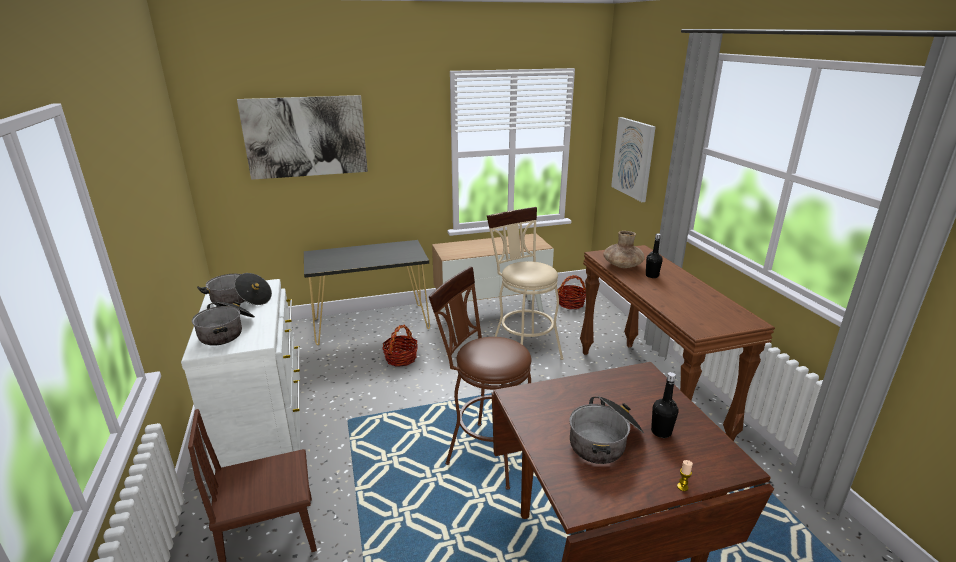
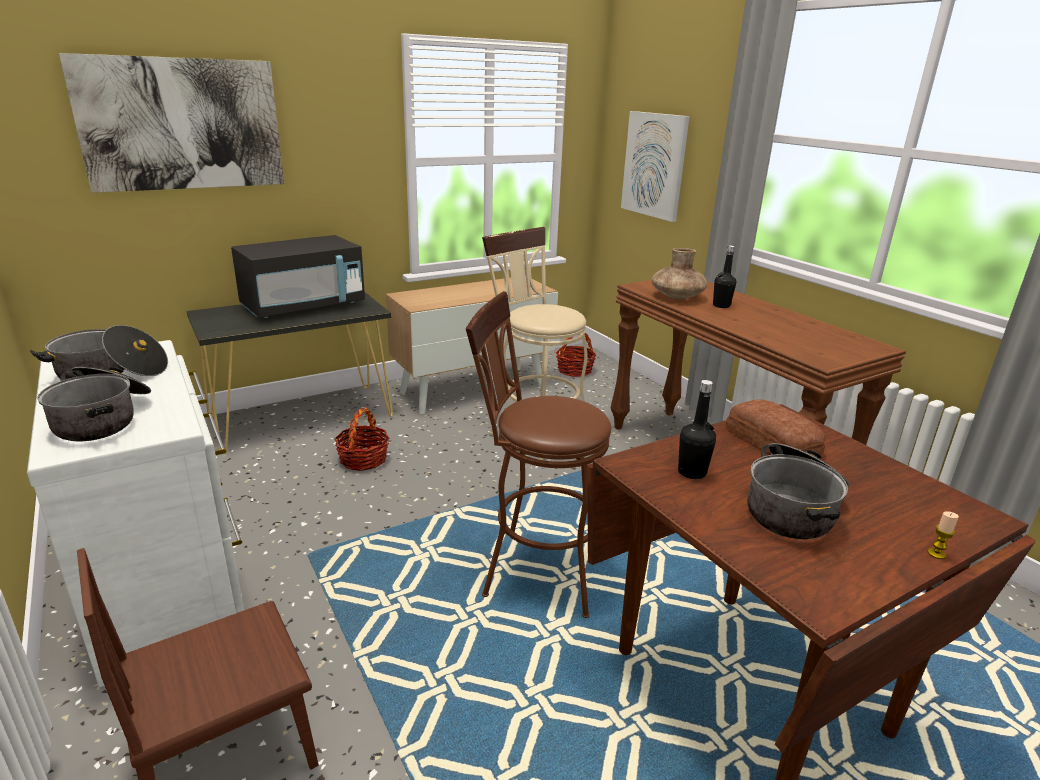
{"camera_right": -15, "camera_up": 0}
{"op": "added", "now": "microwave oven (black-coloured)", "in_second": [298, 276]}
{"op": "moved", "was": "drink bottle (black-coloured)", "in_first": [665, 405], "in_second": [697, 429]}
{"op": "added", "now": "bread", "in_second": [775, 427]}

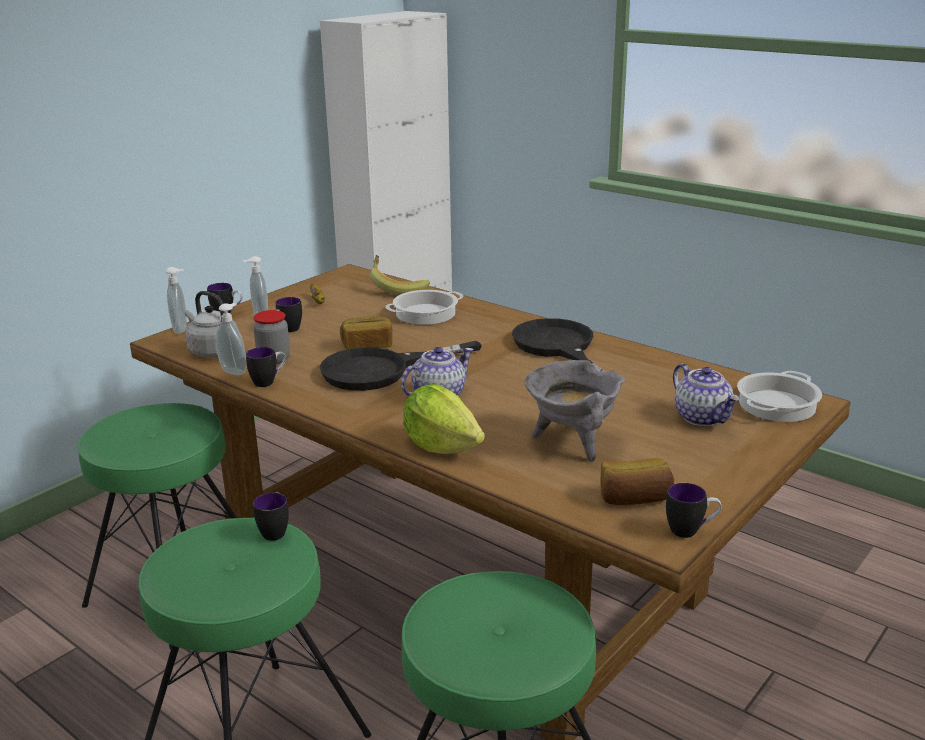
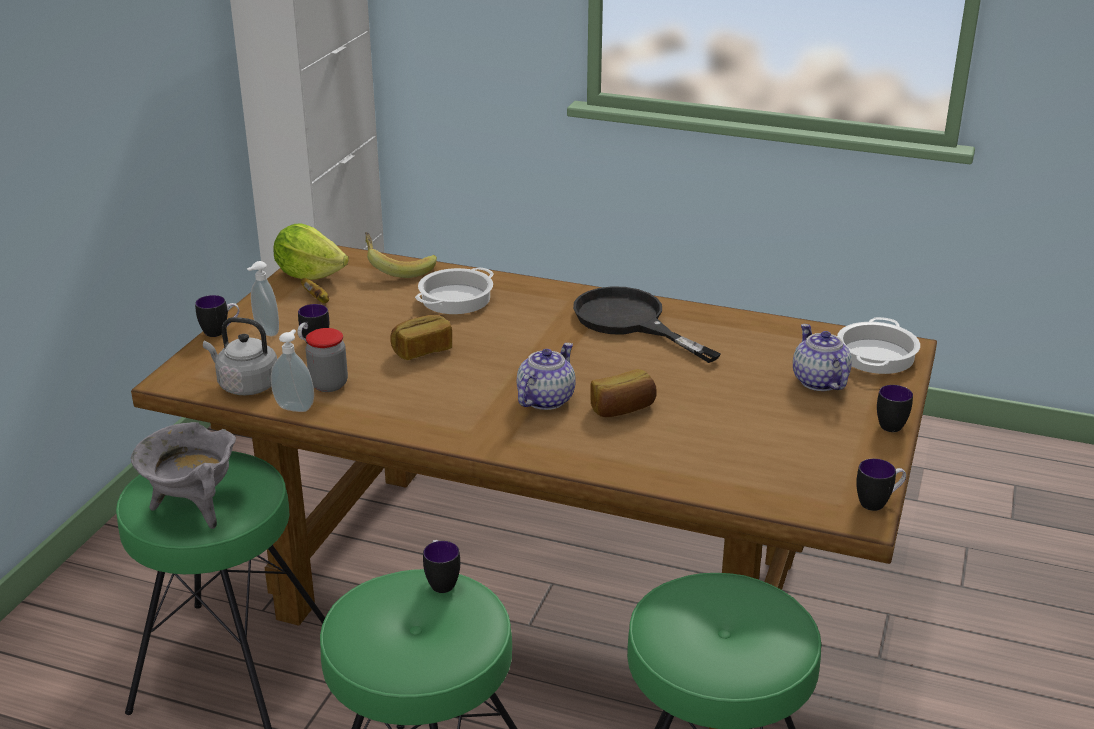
{"camera_right": -20, "camera_up": 5}
{"op": "moved", "was": "cooking pot (greyish)", "in_first": [574, 411], "in_second": [183, 475]}
{"op": "moved", "was": "lettuce head", "in_first": [444, 419], "in_second": [311, 251]}
{"op": "moved", "was": "bread", "in_first": [637, 481], "in_second": [623, 393]}
{"op": "turned", "was": "teapot", "in_first": [706, 394], "in_second": [822, 357], "clockwise": -150}
{"op": "moved", "was": "mug", "in_first": [266, 367], "in_second": [895, 408]}
{"op": "removed", "was": "liquid soap bottle", "in_first": [176, 300]}
{"op": "removed", "was": "skillet (black-coloured)", "in_first": [400, 366]}

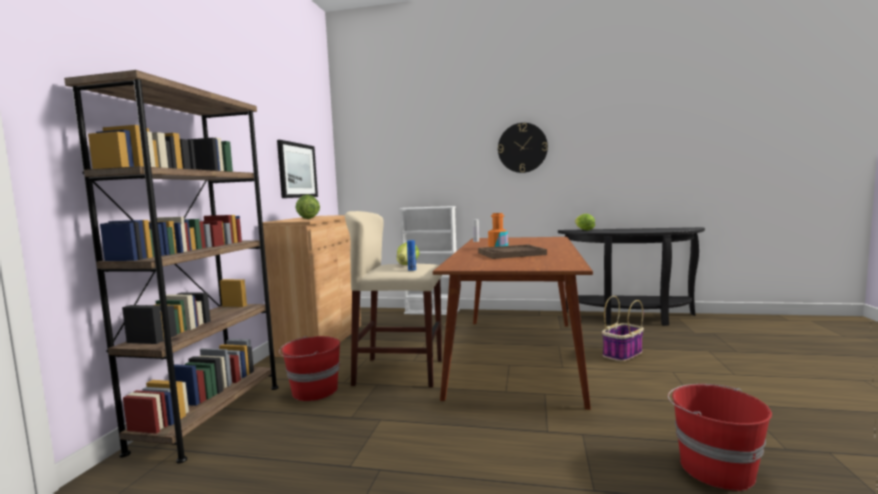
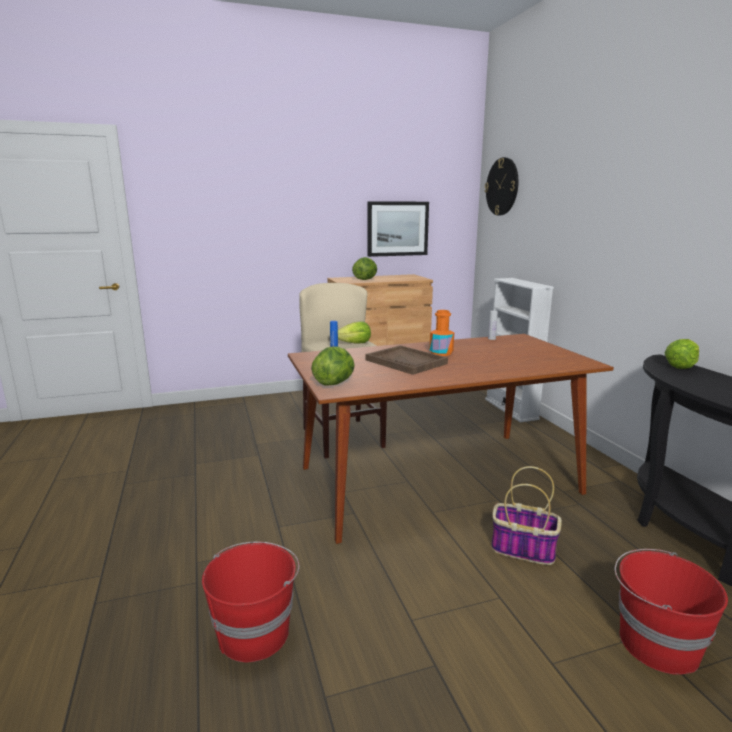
{"camera_right": 60, "camera_up": 10}
{"op": "added", "now": "lettuce head", "in_second": [333, 366]}
{"op": "moved", "was": "clock on the wall", "in_first": [523, 148], "in_second": [501, 186]}
{"op": "moved", "was": "pail (red-coloured)", "in_first": [309, 368], "in_second": [671, 612]}
{"op": "removed", "was": "bookshelf (brownish)", "in_first": [171, 266]}

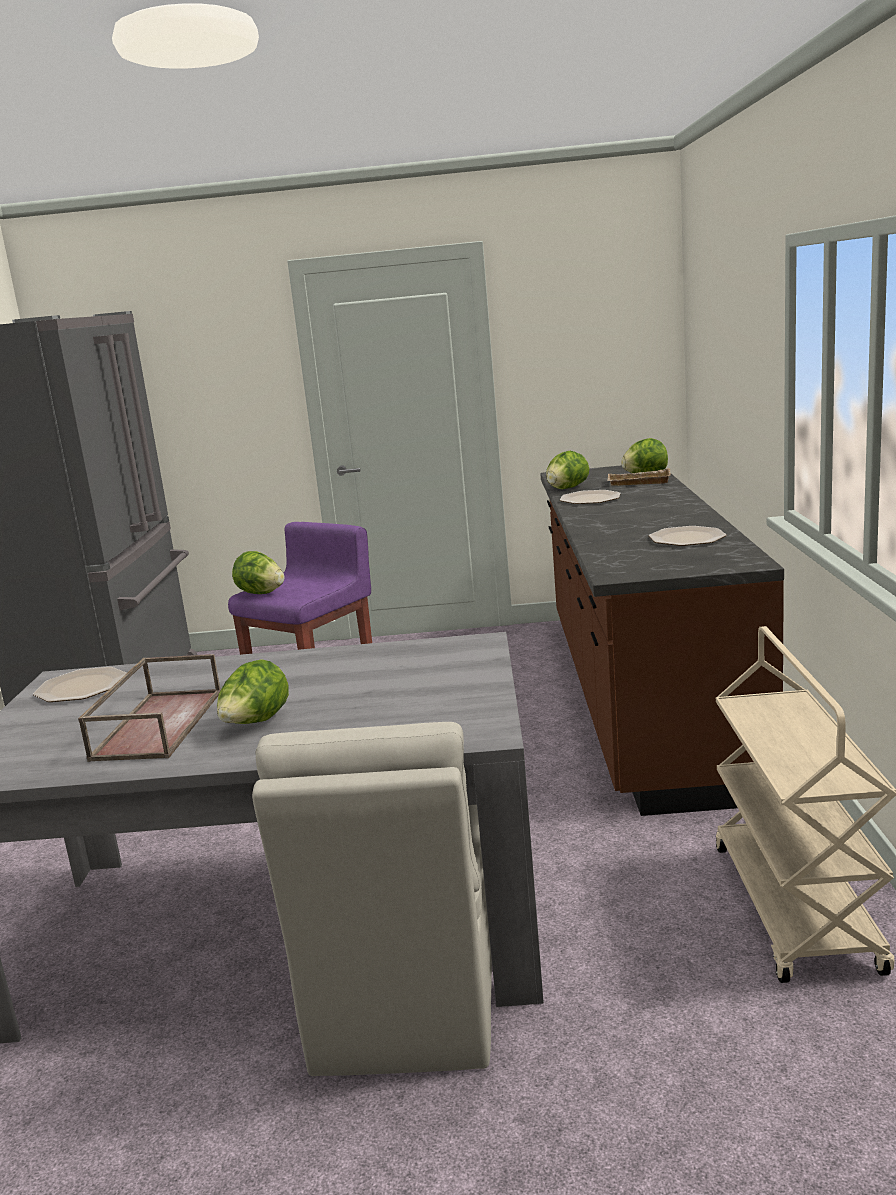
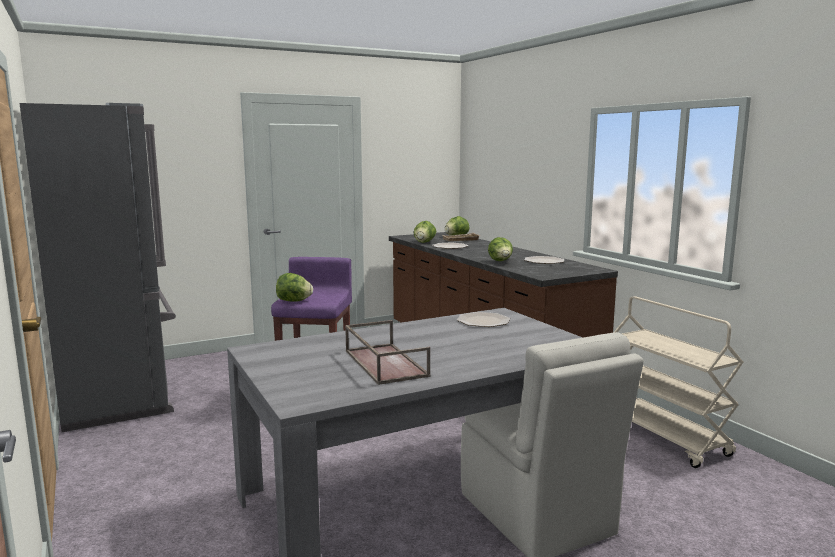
{"camera_right": -30, "camera_up": -5}
{"op": "moved", "was": "dinner plate", "in_first": [80, 684], "in_second": [483, 319]}
{"op": "moved", "was": "lettuce head", "in_first": [253, 691], "in_second": [500, 249]}

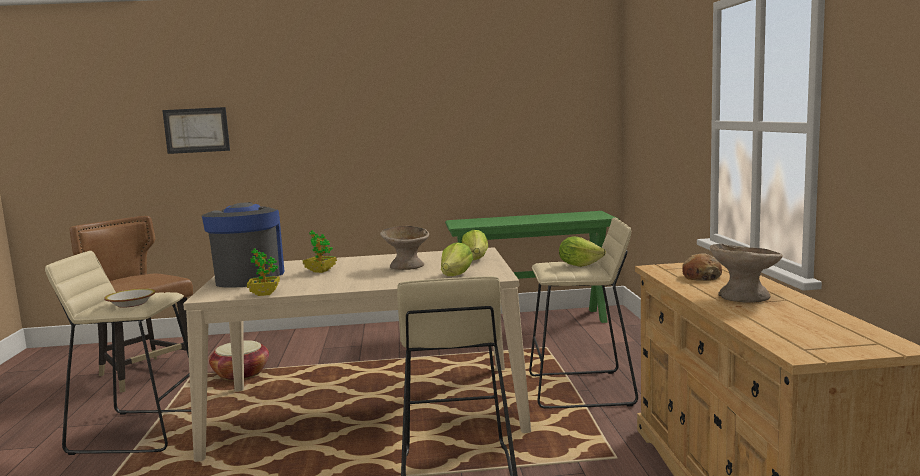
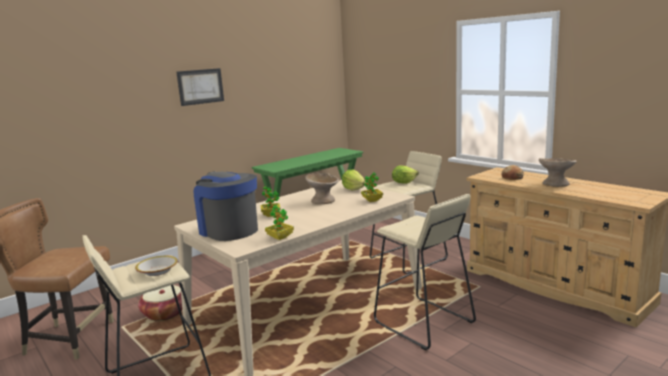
{"camera_right": -35, "camera_up": 5}
{"op": "moved", "was": "picture", "in_first": [196, 130], "in_second": [200, 87]}
{"op": "replaced", "was": "lettuce head", "now": "plant in a pot", "in_first": [457, 259], "in_second": [372, 187]}

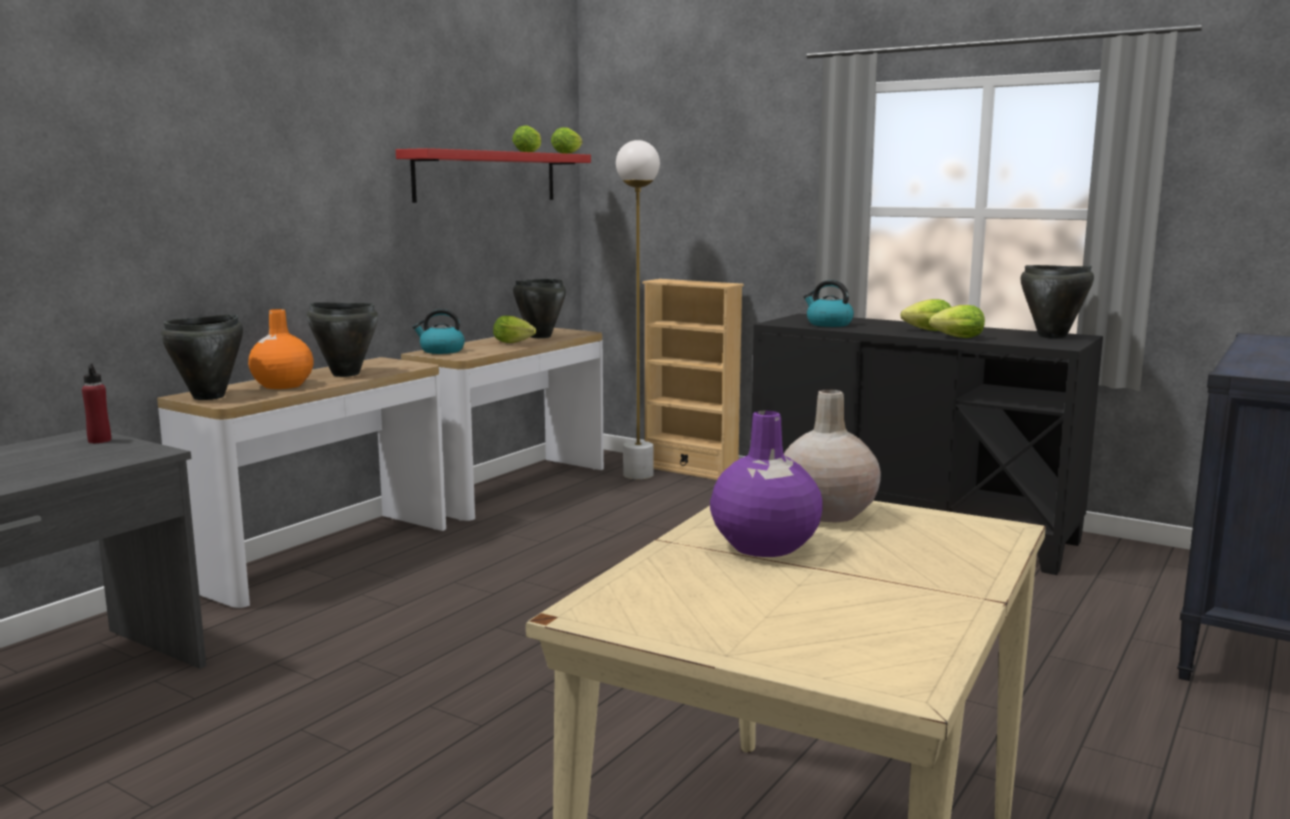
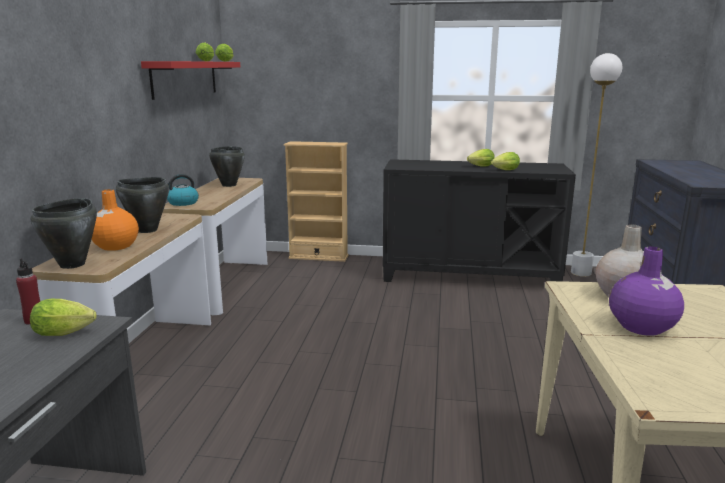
{"camera_right": -25, "camera_up": 5}
{"op": "moved", "was": "lettuce head", "in_first": [514, 329], "in_second": [63, 317]}
{"op": "moved", "was": "standard lamp (white)", "in_first": [638, 310], "in_second": [597, 165]}
{"op": "removed", "was": "kettle", "in_first": [829, 303]}
{"op": "removed", "was": "cooking pot (black-coloured)", "in_first": [1057, 302]}

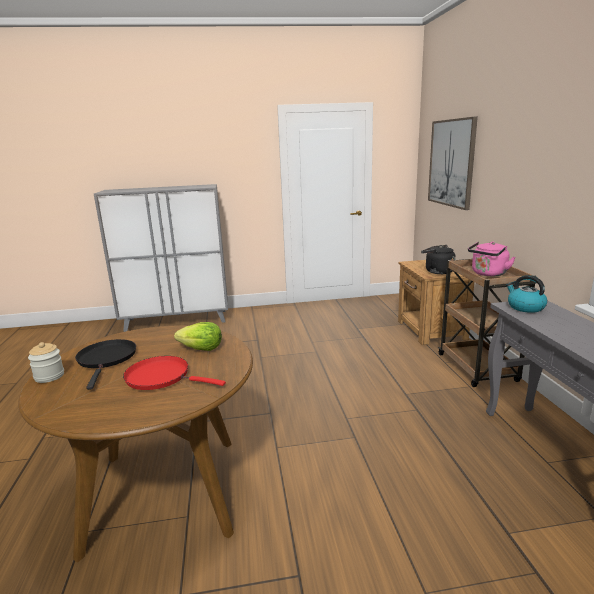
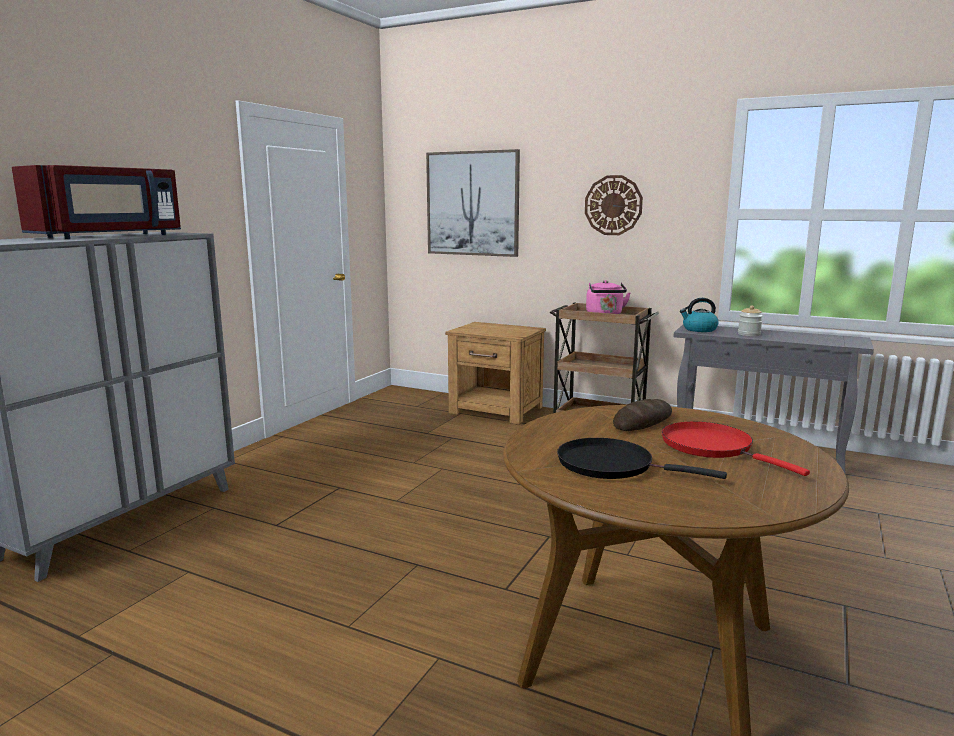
{"camera_right": -55, "camera_up": -5}
{"op": "added", "now": "microwave oven (red-coloured)", "in_second": [96, 202]}
{"op": "added", "now": "clock on the wall", "in_second": [614, 205]}
{"op": "replaced", "was": "lettuce head", "now": "bread", "in_first": [198, 336], "in_second": [642, 415]}
{"op": "turned", "was": "skillet (red-coloured)", "in_first": [174, 373], "in_second": [736, 448], "clockwise": 90}
{"op": "moved", "was": "storage jar", "in_first": [46, 362], "in_second": [750, 320]}
{"op": "removed", "was": "kettle (black-coloured)", "in_first": [438, 259]}

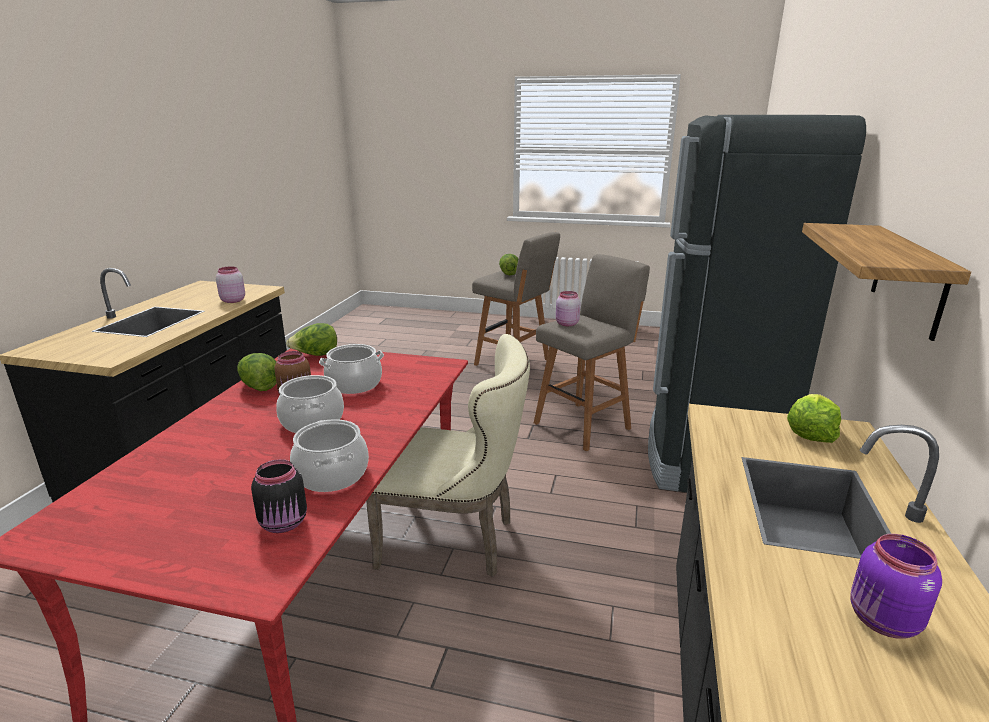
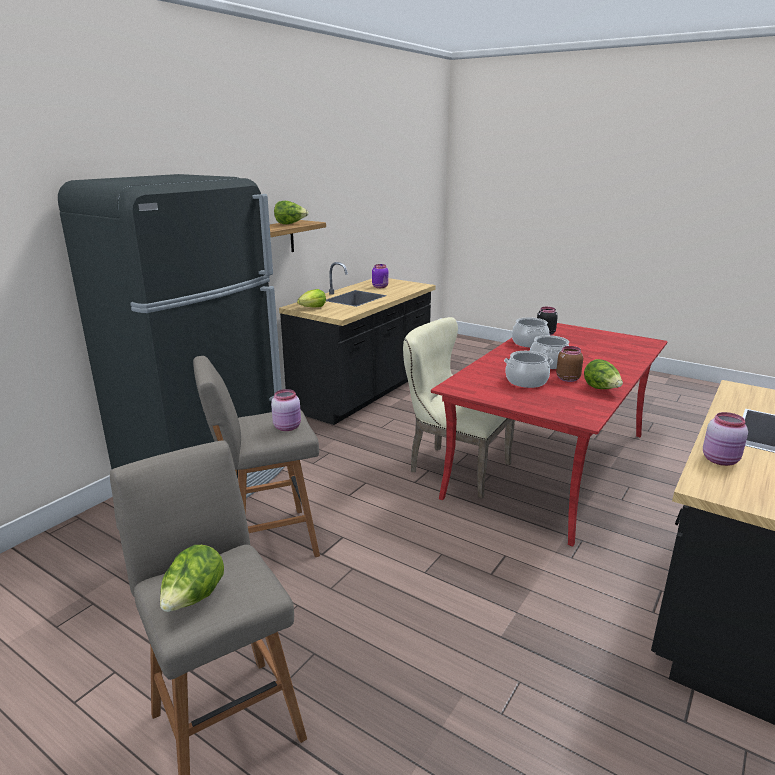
{"camera_right": -160, "camera_up": 0}
{"op": "moved", "was": "lettuce head", "in_first": [311, 339], "in_second": [291, 212]}

